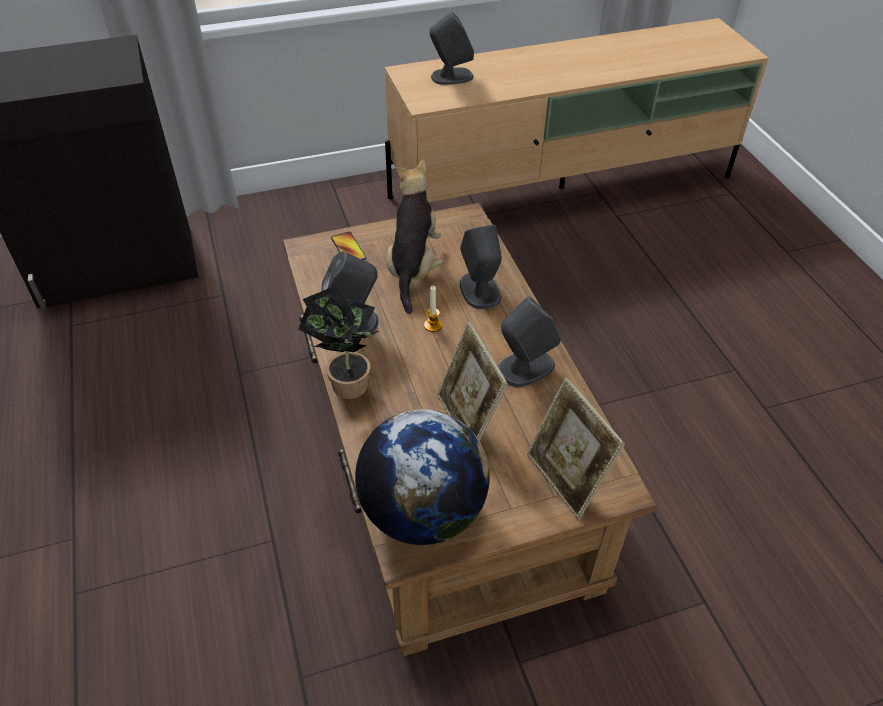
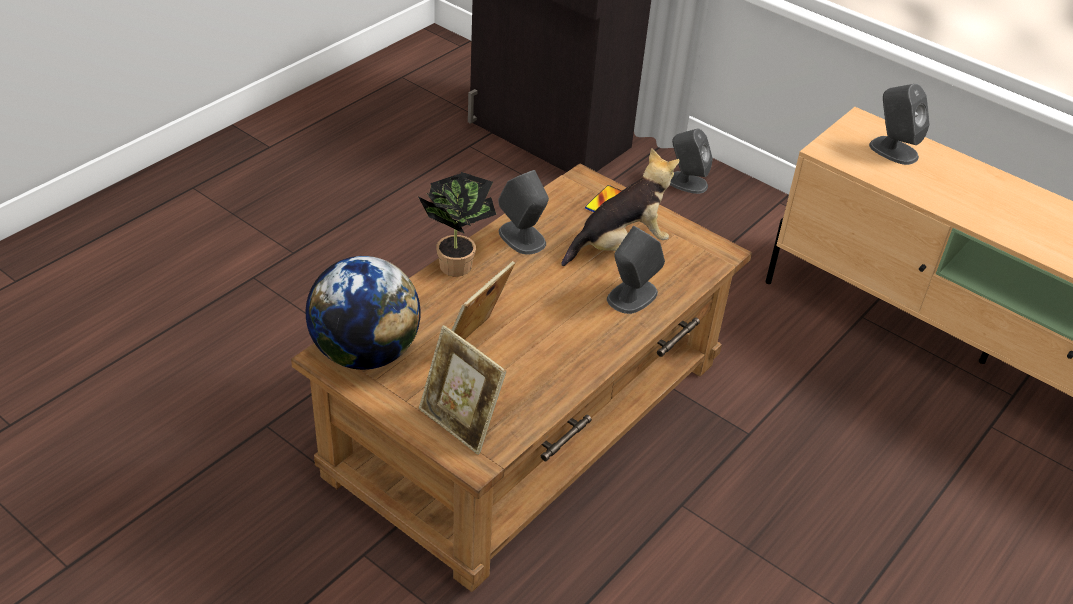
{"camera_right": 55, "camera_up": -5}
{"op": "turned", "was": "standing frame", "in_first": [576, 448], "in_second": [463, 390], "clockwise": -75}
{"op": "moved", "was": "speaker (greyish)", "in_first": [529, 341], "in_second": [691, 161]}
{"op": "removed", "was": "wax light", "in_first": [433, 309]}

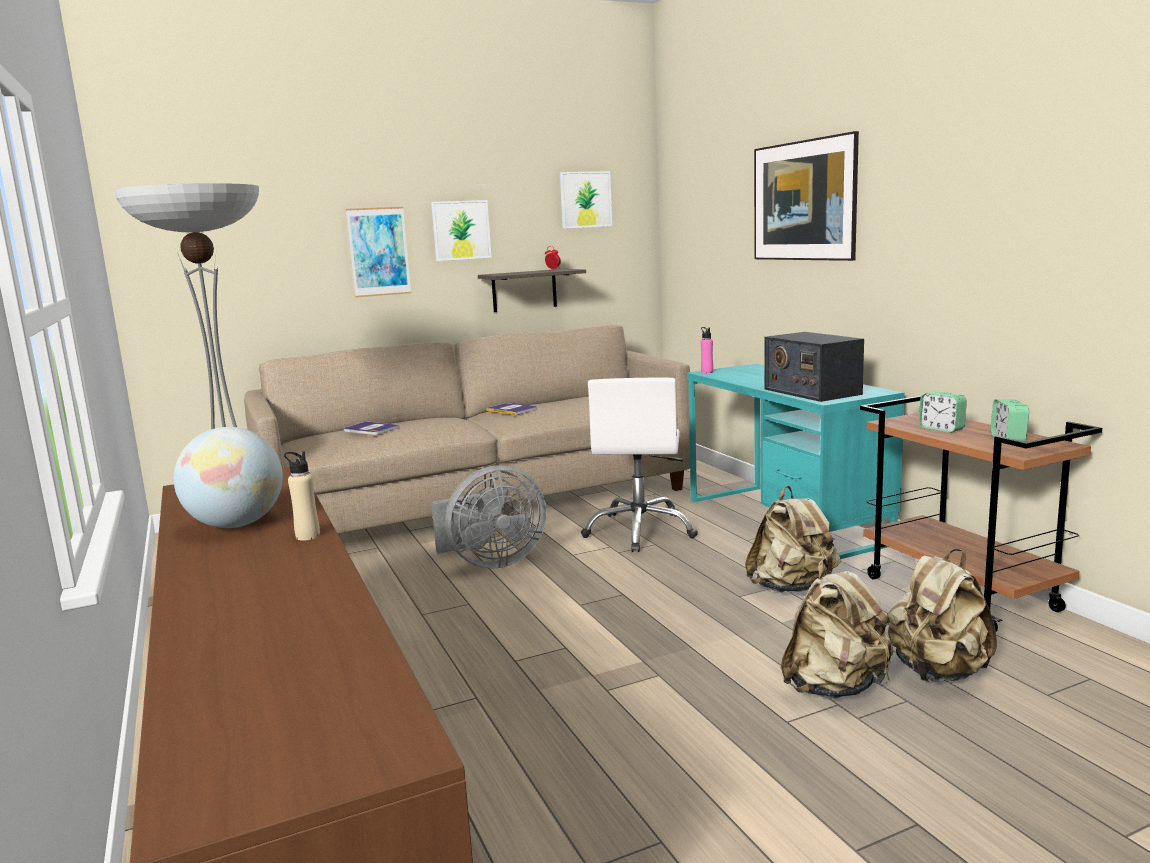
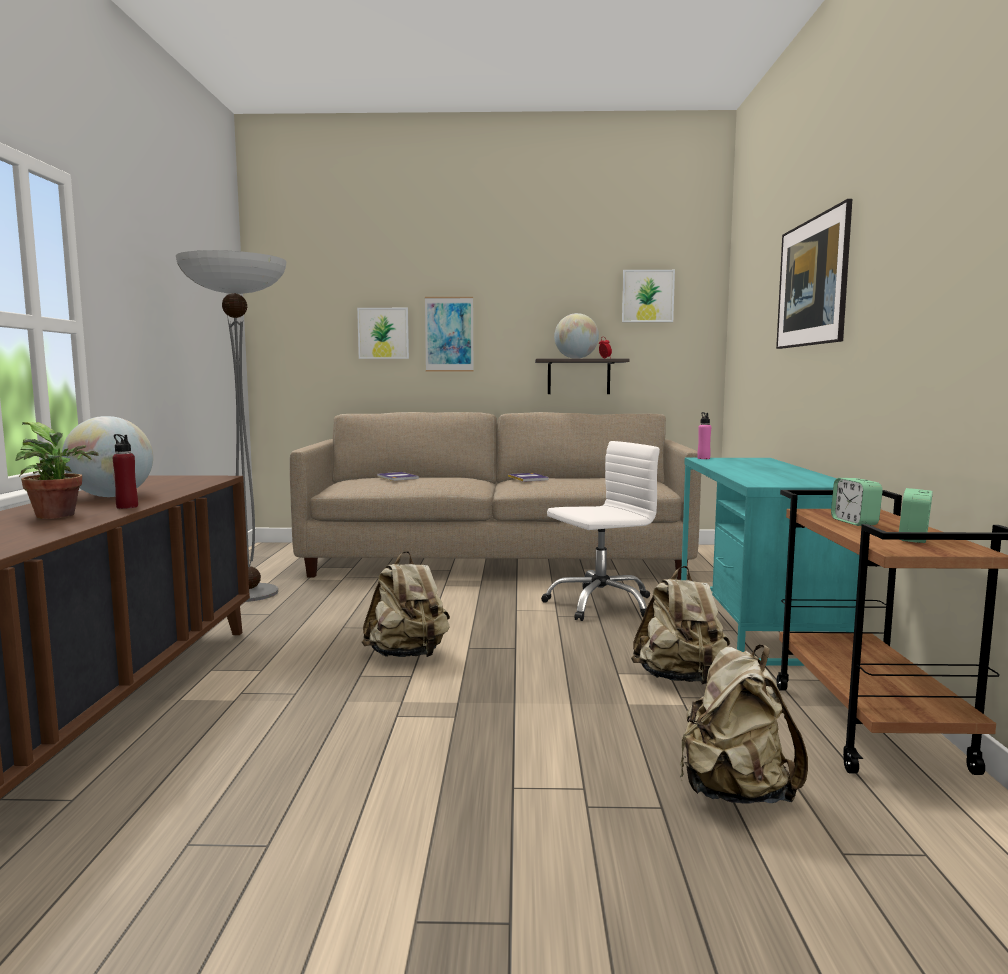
{"camera_right": 25, "camera_up": -5}
{"op": "added", "now": "plant in a pot", "in_second": [57, 470]}
{"op": "recoloured", "was": "drink bottle (beige)", "now": "drink bottle (red-coloured)", "in_first": [302, 496], "in_second": [125, 471]}
{"op": "moved", "was": "picture", "in_first": [461, 230], "in_second": [383, 333]}
{"op": "moved", "was": "rucksack (beige)", "in_first": [837, 628], "in_second": [406, 604]}
{"op": "turned", "was": "desk chair (white)", "in_first": [639, 465], "in_second": [600, 531], "clockwise": -150}
{"op": "added", "now": "desk globe", "in_second": [576, 336]}
{"op": "removed", "was": "fan (greyish)", "in_first": [489, 517]}
{"op": "removed", "was": "radio", "in_first": [814, 367]}

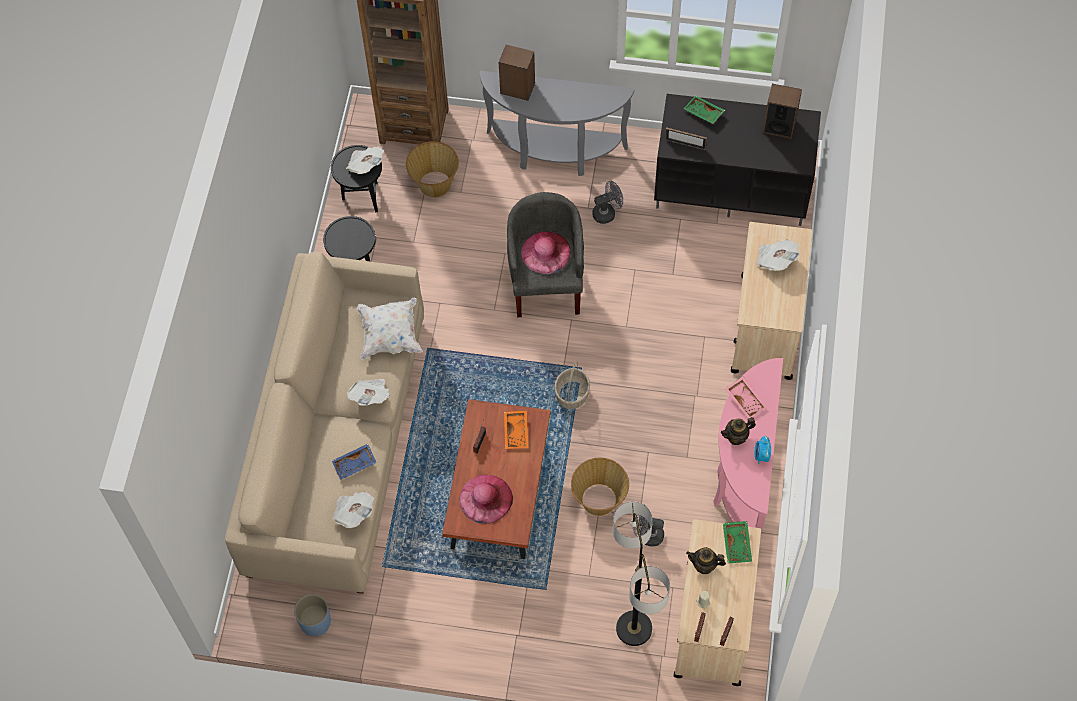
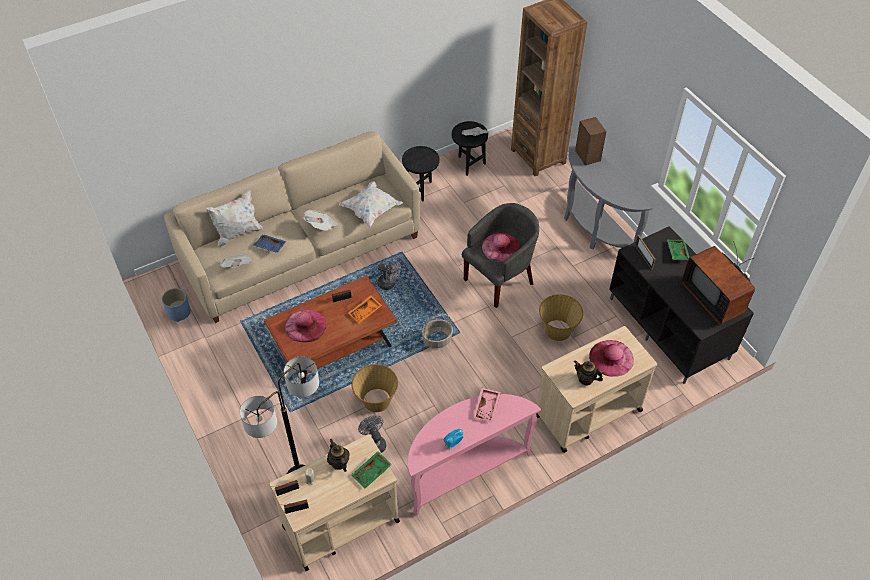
{"camera_right": 50, "camera_up": -10}
{"op": "added", "now": "cushion (white)", "in_second": [234, 218]}
{"op": "moved", "was": "fan (greyish)", "in_first": [607, 202], "in_second": [389, 275]}
{"op": "moved", "was": "storage basket", "in_first": [432, 169], "in_second": [561, 317]}
{"op": "moved", "was": "teapot", "in_first": [738, 431], "in_second": [588, 372]}
{"op": "replaced", "was": "newspaper", "now": "wearable hat (pink)", "in_first": [778, 255], "in_second": [611, 358]}
{"op": "replaced", "was": "speaker", "now": "TV set", "in_first": [782, 111], "in_second": [718, 283]}

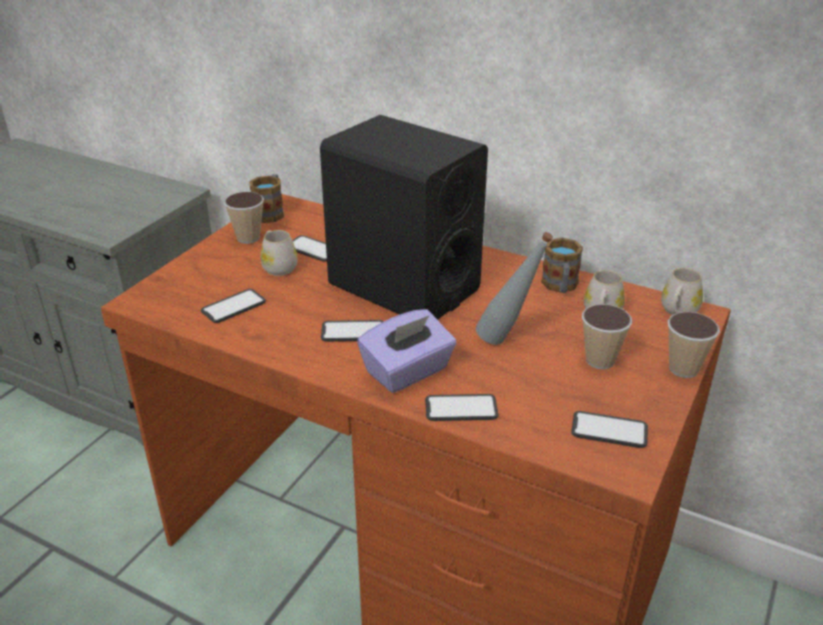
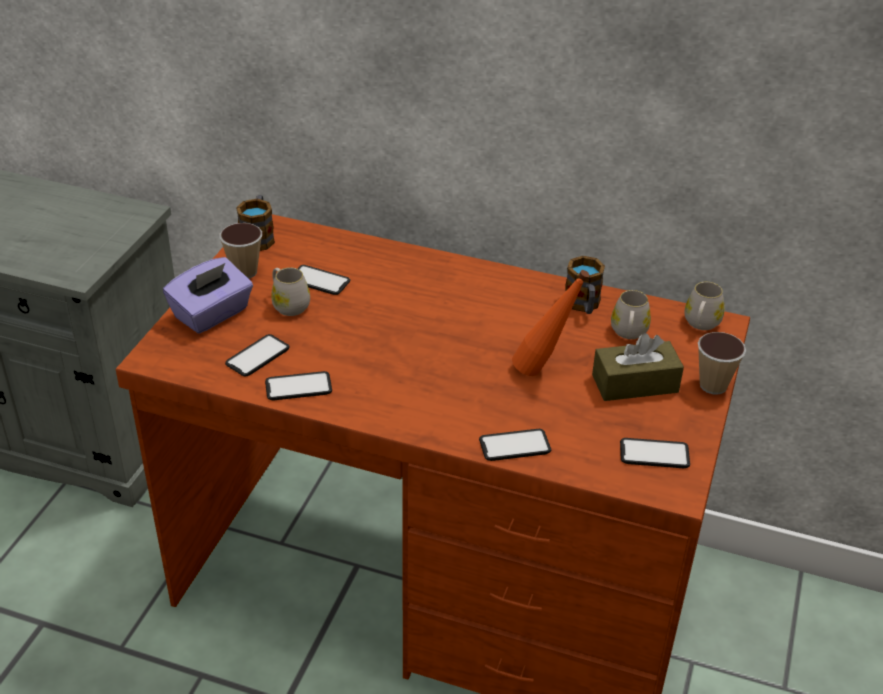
{"camera_right": -10, "camera_up": 5}
{"op": "moved", "was": "tissue box (purple-coloured)", "in_first": [407, 351], "in_second": [208, 295]}
{"op": "moved", "was": "phone", "in_first": [352, 331], "in_second": [298, 385]}
{"op": "recoloured", "was": "drink bottle (greyish)", "now": "drink bottle (orange-coloured)", "in_first": [514, 288], "in_second": [550, 323]}
{"op": "replaced", "was": "small cup", "now": "tissue box (brownish)", "in_first": [607, 336], "in_second": [638, 367]}
{"op": "removed", "was": "speaker (black-coloured)", "in_first": [404, 217]}

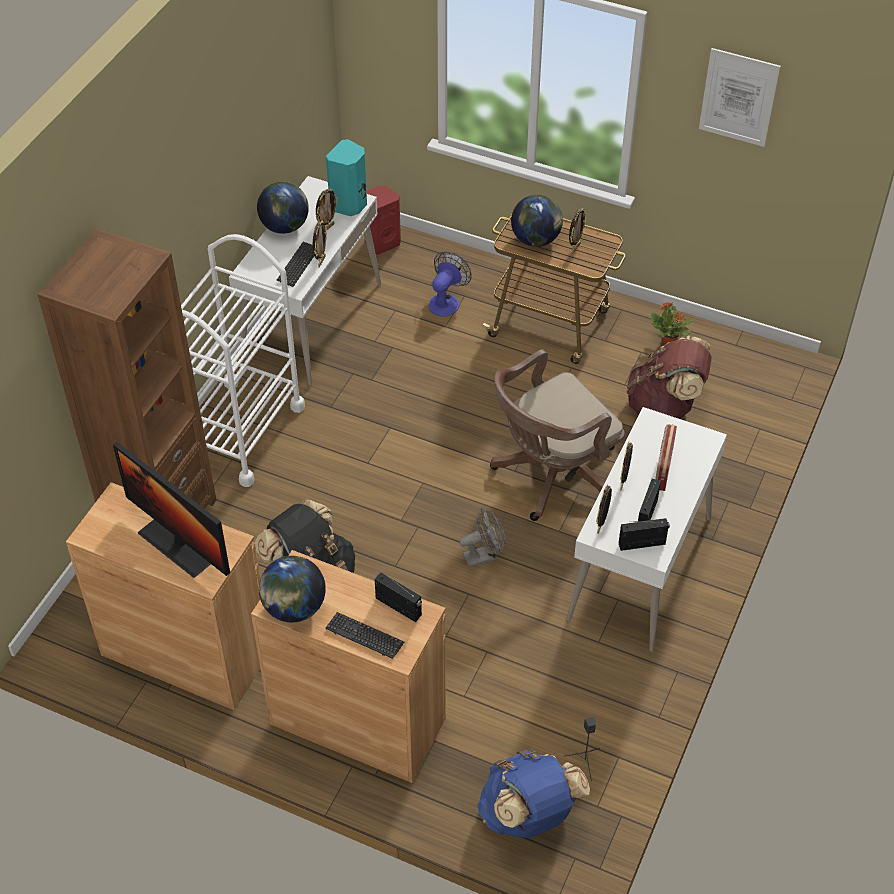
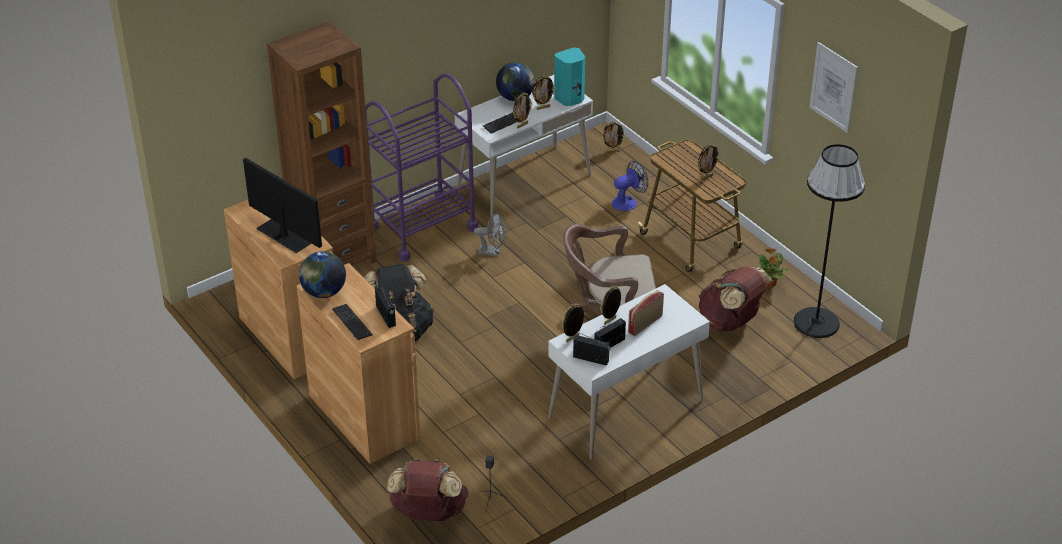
{"camera_right": 30, "camera_up": -10}
{"op": "turned", "was": "computer display", "in_first": [171, 510], "in_second": [282, 205], "clockwise": 150}
{"op": "recoloured", "was": "cart (white)", "now": "cart (purple-coloured)", "in_first": [243, 360], "in_second": [421, 167]}
{"op": "recoloured", "was": "rucksack (blue-coloured)", "now": "rucksack (brownish)", "in_first": [533, 794], "in_second": [428, 489]}
{"op": "moved", "was": "fan (greyish)", "in_first": [482, 537], "in_second": [490, 235]}
{"op": "replaced", "was": "speaker (red-coloured)", "now": "standing frame", "in_first": [383, 220], "in_second": [613, 137]}
{"op": "added", "now": "standard lamp (black-coloured)", "in_second": [829, 241]}
{"op": "removed", "was": "desk globe", "in_first": [537, 221]}

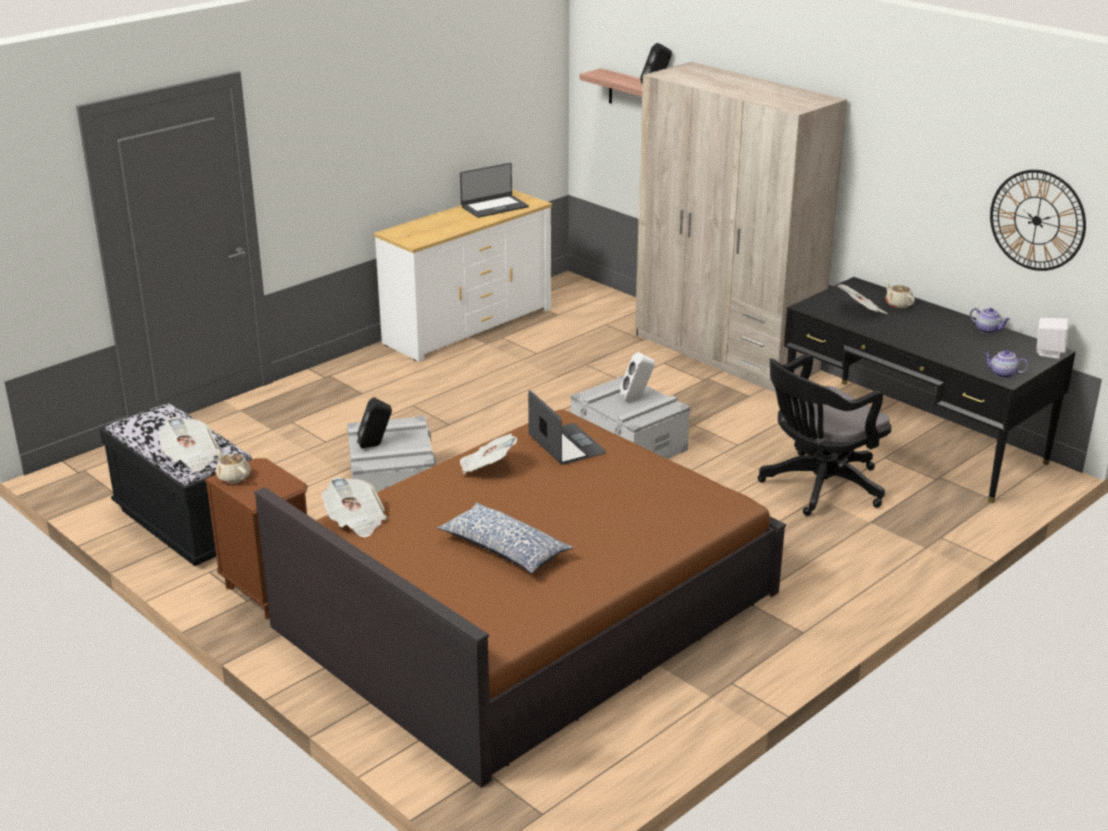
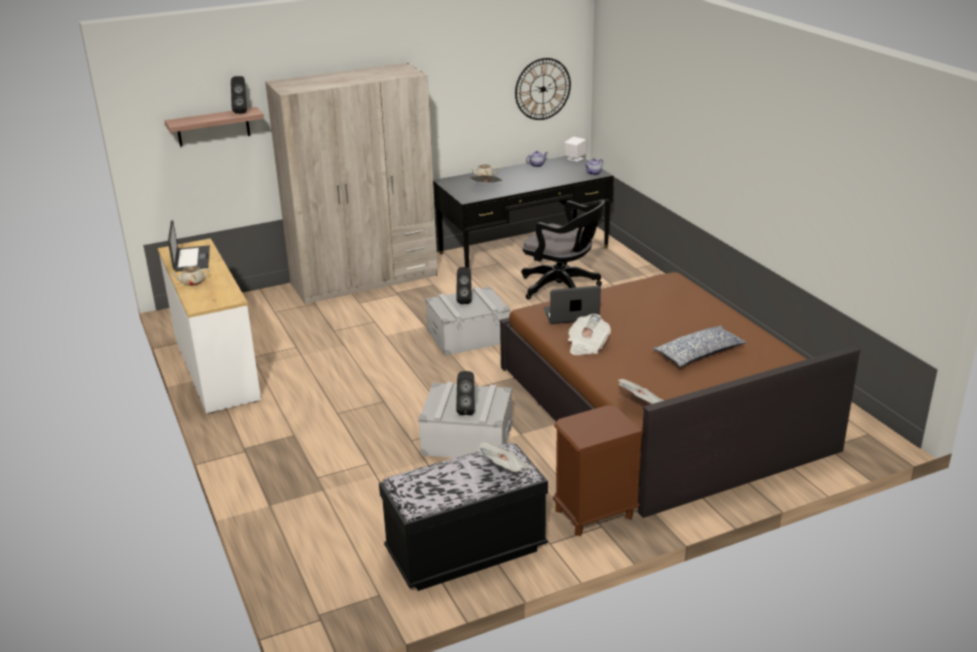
{"camera_right": -70, "camera_up": 0}
{"op": "moved", "was": "teapot (beige)", "in_first": [233, 466], "in_second": [190, 275]}
{"op": "recoloured", "was": "speaker (white)", "now": "speaker (black-coloured)", "in_first": [637, 376], "in_second": [464, 285]}
{"op": "turned", "was": "desk chair (black-coloured)", "in_first": [824, 435], "in_second": [563, 250], "clockwise": -45}

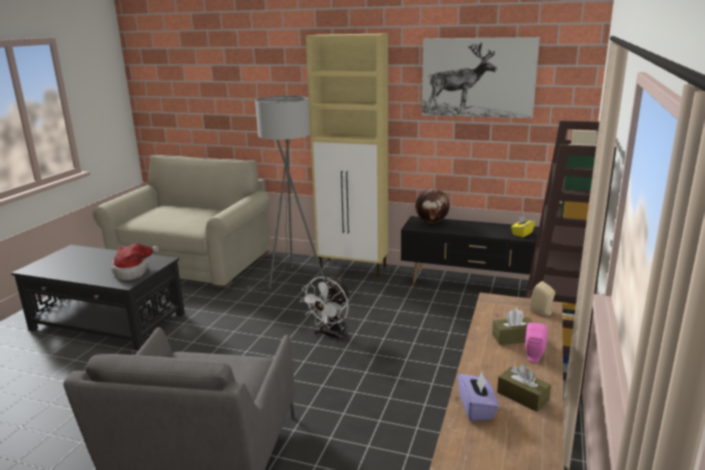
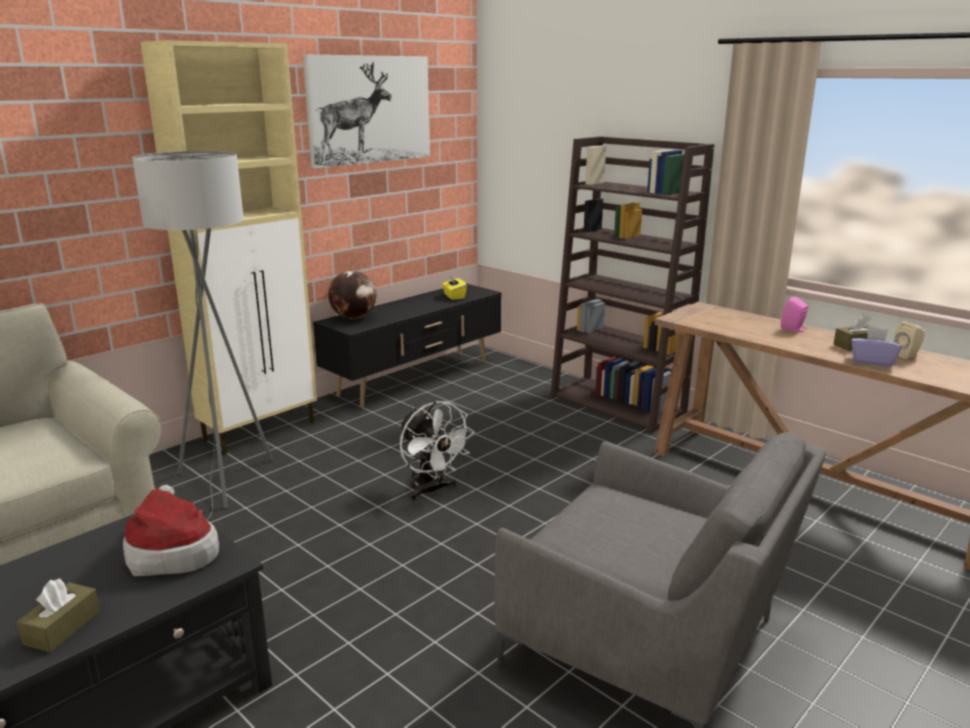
{"camera_right": -65, "camera_up": 0}
{"op": "moved", "was": "tissue box (brownish)", "in_first": [513, 326], "in_second": [58, 615]}
{"op": "moved", "was": "speaker (beige)", "in_first": [542, 298], "in_second": [909, 340]}

